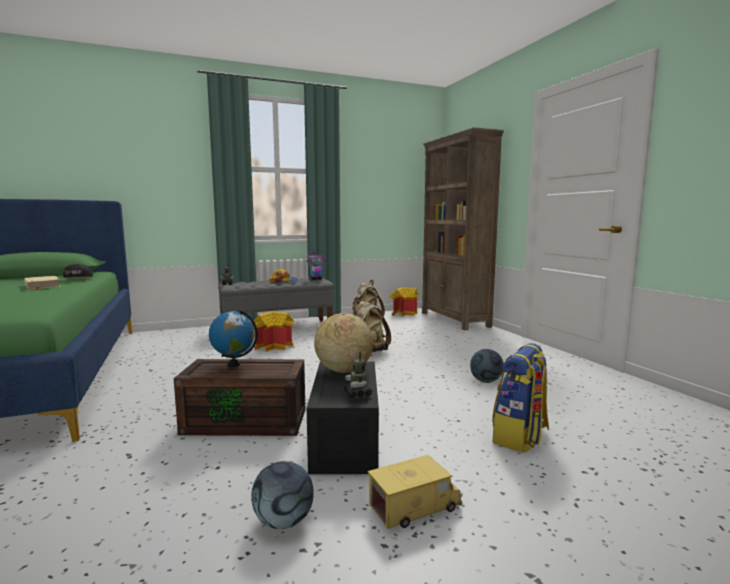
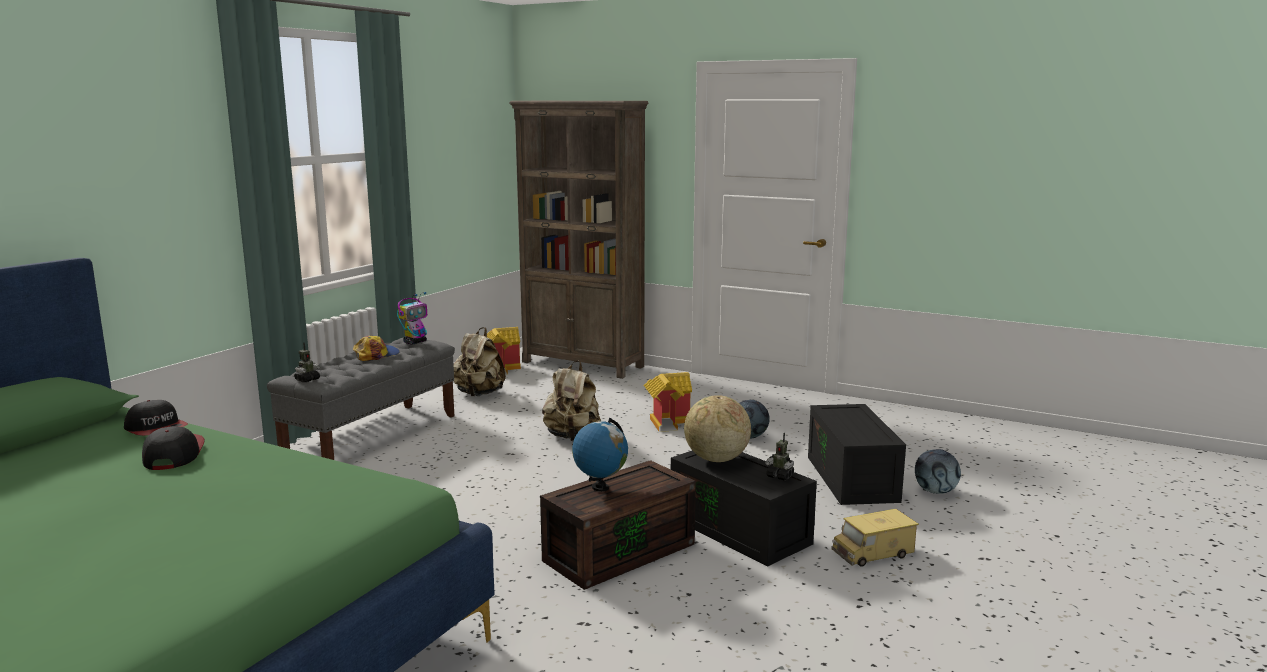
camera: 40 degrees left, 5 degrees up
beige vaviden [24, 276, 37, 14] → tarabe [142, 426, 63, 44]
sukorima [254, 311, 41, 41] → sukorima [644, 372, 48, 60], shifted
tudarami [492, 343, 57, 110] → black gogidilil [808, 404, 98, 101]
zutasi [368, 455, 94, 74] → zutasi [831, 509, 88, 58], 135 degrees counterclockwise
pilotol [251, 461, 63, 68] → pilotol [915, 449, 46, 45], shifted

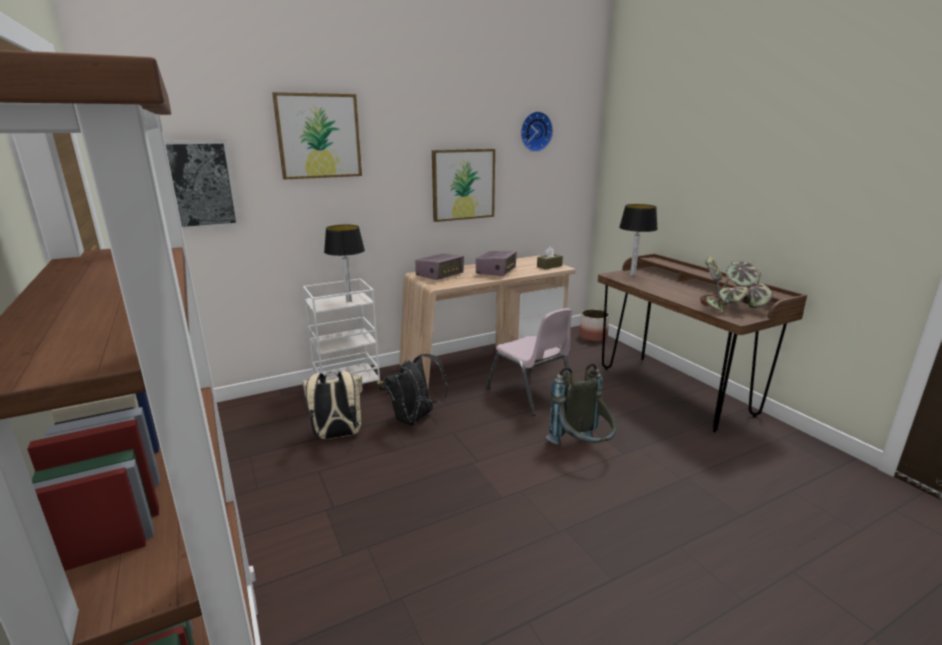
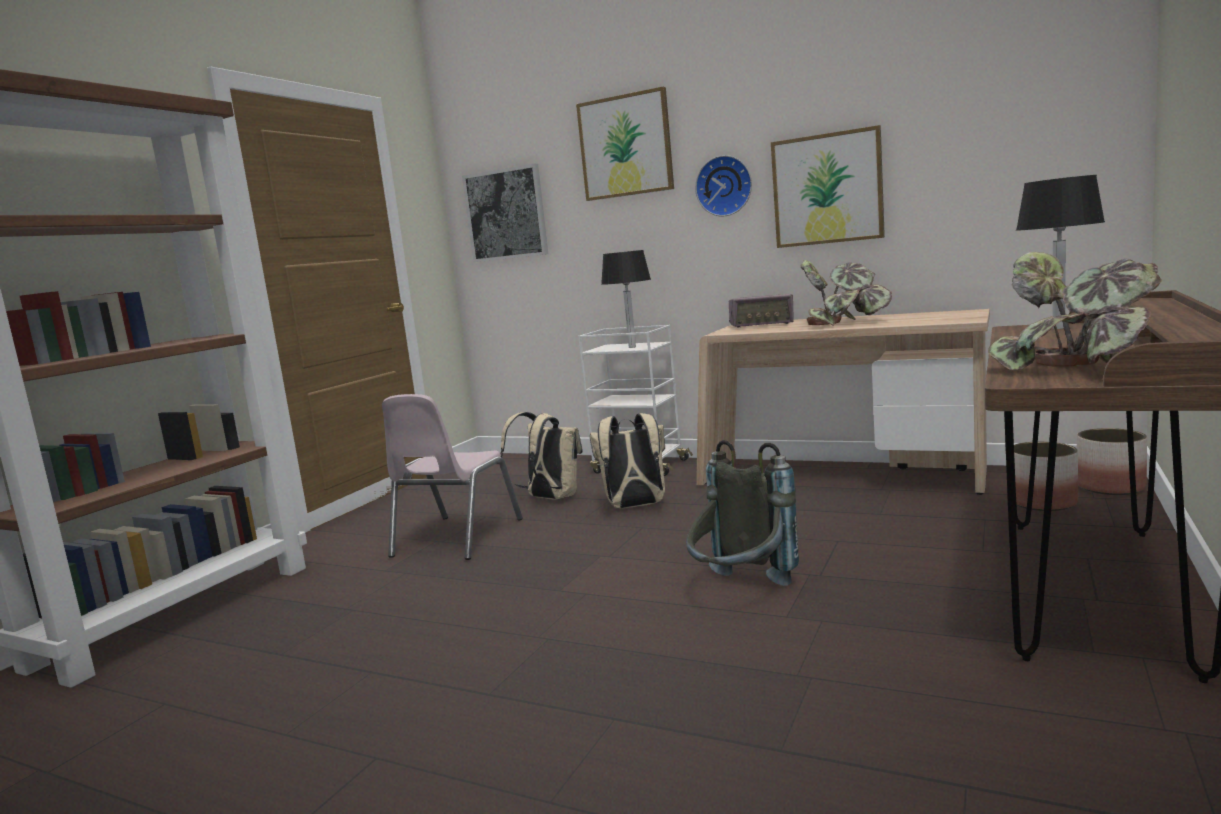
camera: 55 degrees right, 10 degrees down
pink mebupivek [486, 308, 86, 108] → pink mebupivek [382, 394, 141, 166], shifted
black tudarami [383, 354, 65, 71] → beige tudarami [589, 413, 76, 96]
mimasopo [521, 111, 32, 41] → mimasopo [695, 155, 57, 61], shifted
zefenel [476, 250, 41, 26] → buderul [801, 260, 91, 66]
- → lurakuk [1014, 442, 64, 69]
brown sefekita [537, 247, 26, 23] → -

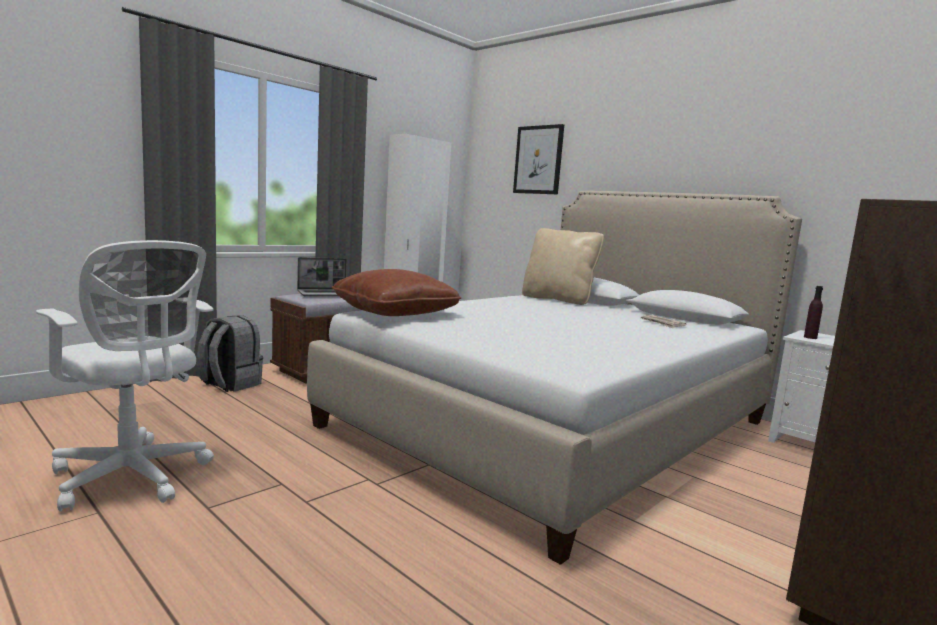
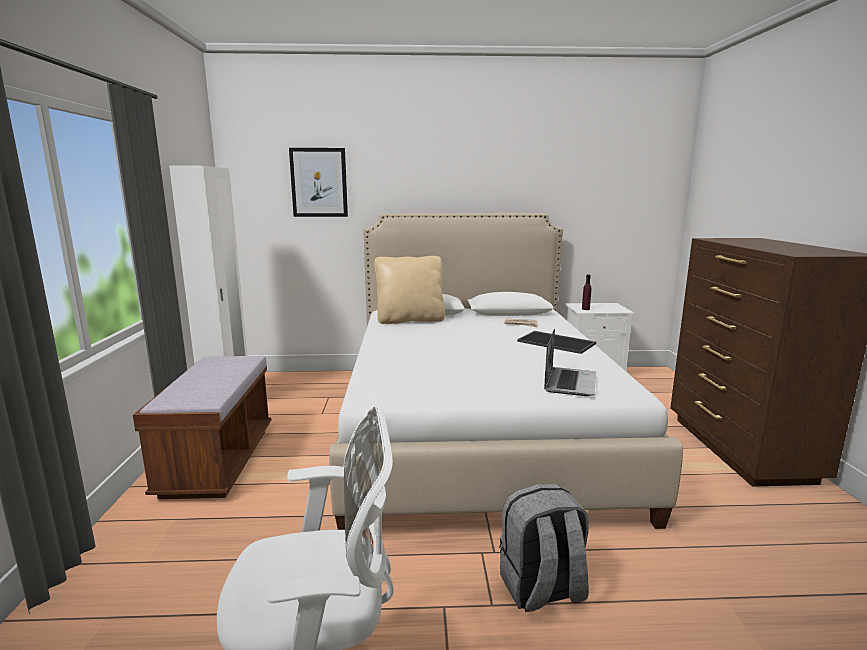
camera: 45 degrees left, 5 degrees up
grey tudarami [197, 315, 66, 77] → grey tudarami [499, 484, 90, 128], shifted
- → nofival [517, 331, 79, 23]
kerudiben [297, 257, 50, 40] → kerudiben [544, 328, 52, 68], shifted
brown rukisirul [332, 269, 129, 47] → -

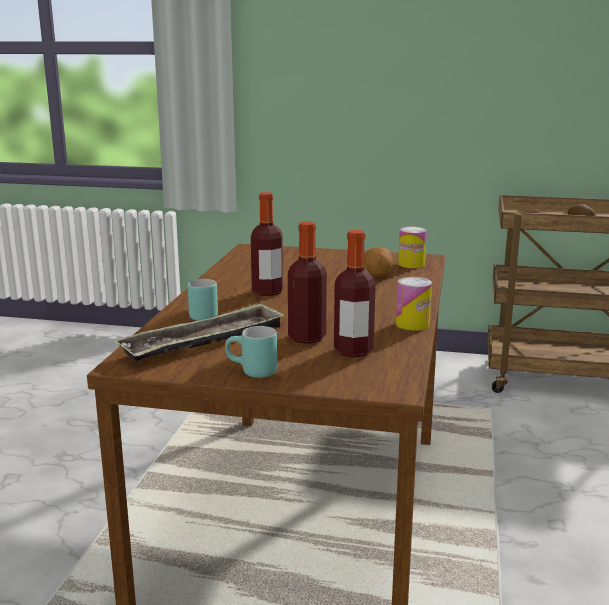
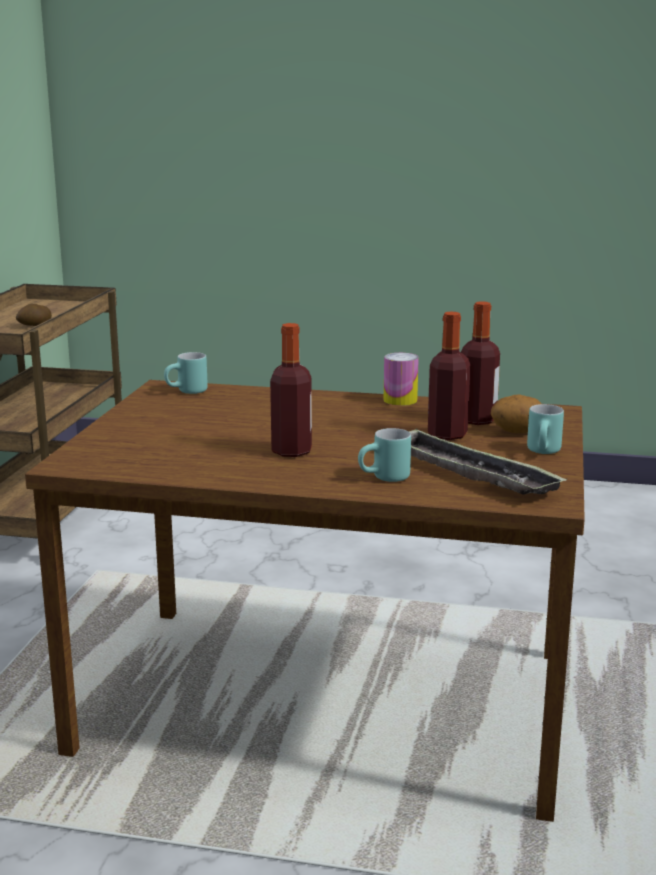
camera: 90 degrees left, 0 degrees up
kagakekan [398, 227, 29, 41] → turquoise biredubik [164, 352, 44, 42]
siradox [364, 247, 29, 30] → siradox [491, 394, 51, 40], shifted

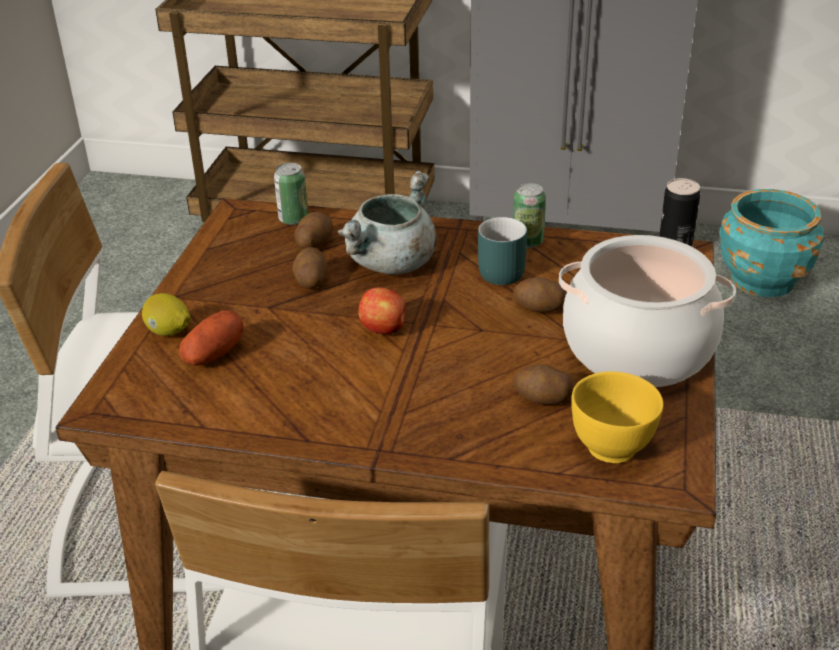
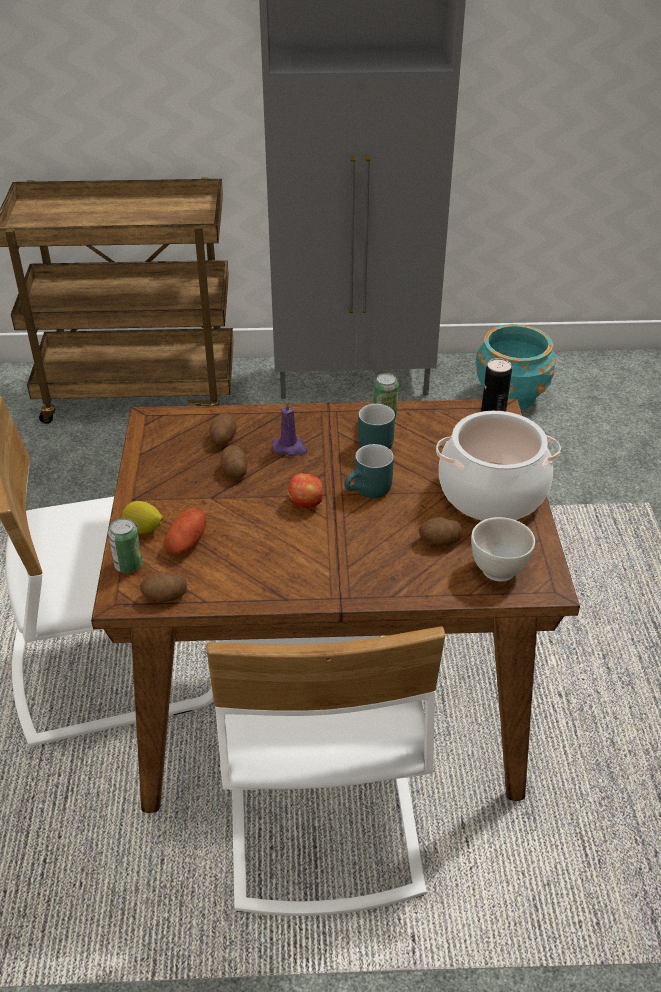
camera: 15 degrees left, 5 degrees up
kagakekan [274, 163, 34, 62] → kagakekan [108, 518, 35, 55], shifted
siradox [513, 277, 54, 35] → siradox [140, 572, 47, 30], shifted
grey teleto [338, 170, 99, 104] → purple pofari [272, 399, 36, 57]
- → turquoise biredubik [344, 444, 50, 54]
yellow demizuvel [572, 371, 91, 92] → white demizuvel [471, 517, 64, 65]

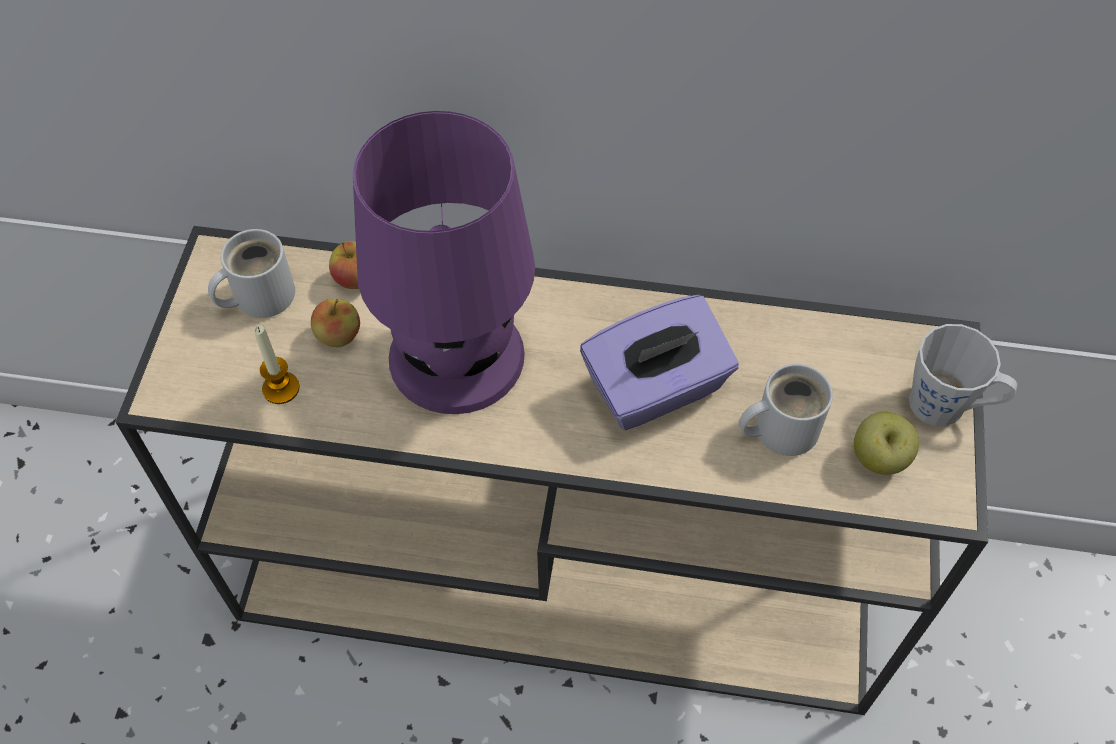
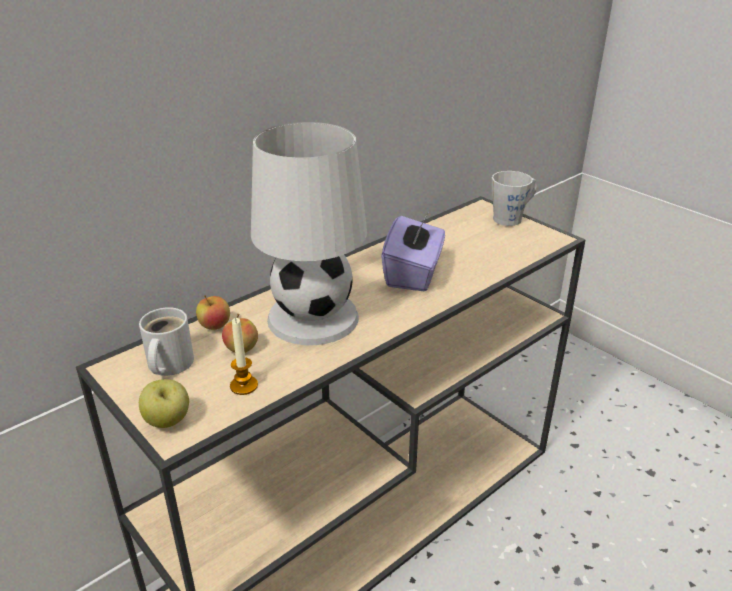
camera: 50 degrees left, 25 degrees down
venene [854, 412, 65, 62] → venene [139, 379, 50, 49], shifted
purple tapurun [353, 111, 182, 303] → white tapurun [251, 122, 116, 223]
white biredubik [739, 364, 94, 92] → -

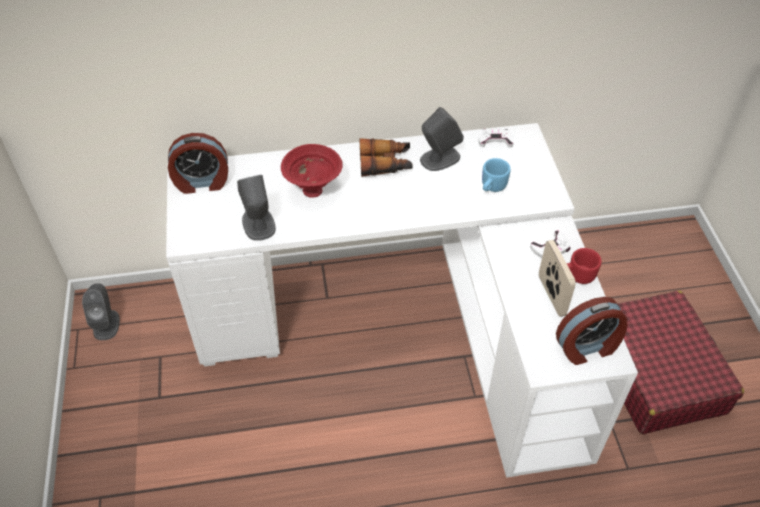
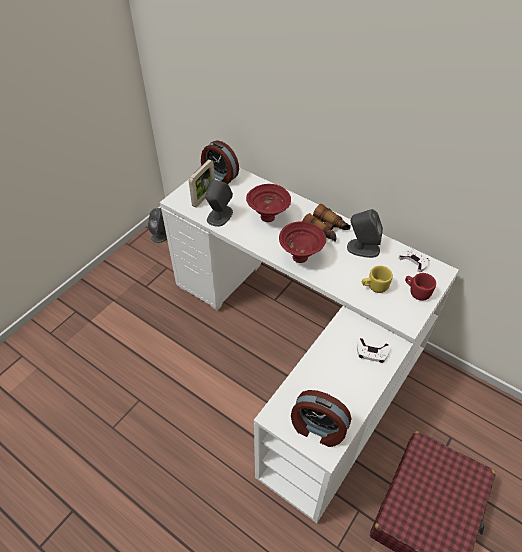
camera: 45 degrees right, 0 degrees up
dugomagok [539, 240, 37, 77] → dugomagok [189, 159, 26, 49], shifted
- → red demizuvel [279, 221, 47, 42]
blue biredubik [482, 158, 29, 34] → yellow biredubik [362, 266, 31, 27]
red biredubik [567, 248, 35, 36] → red biredubik [405, 273, 31, 28], shifted

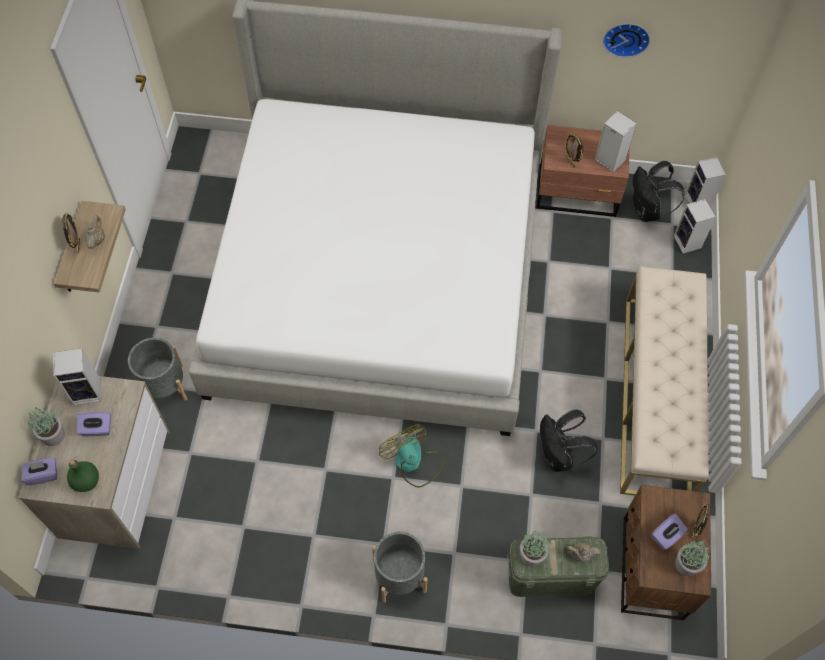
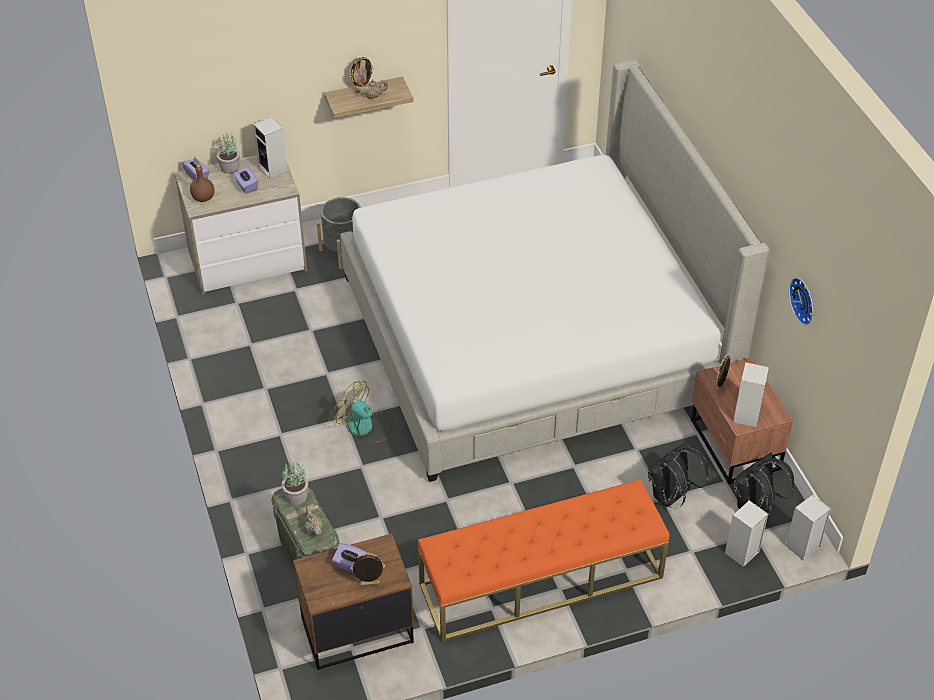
camera: 65 degrees right, 15 degrees down
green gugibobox [67, 460, 32, 32] → brown gugibobox [190, 165, 24, 37]
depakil [379, 424, 65, 63] → depakil [333, 381, 60, 62], 90 degrees counterclockwise
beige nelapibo [620, 266, 89, 230] → orange nelapibo [418, 479, 251, 163]
black tudarami [540, 409, 58, 63] → black tudarami [648, 442, 61, 65], shifted
grey lurakuk [372, 532, 56, 71] → -
buderul [675, 540, 35, 36] → -

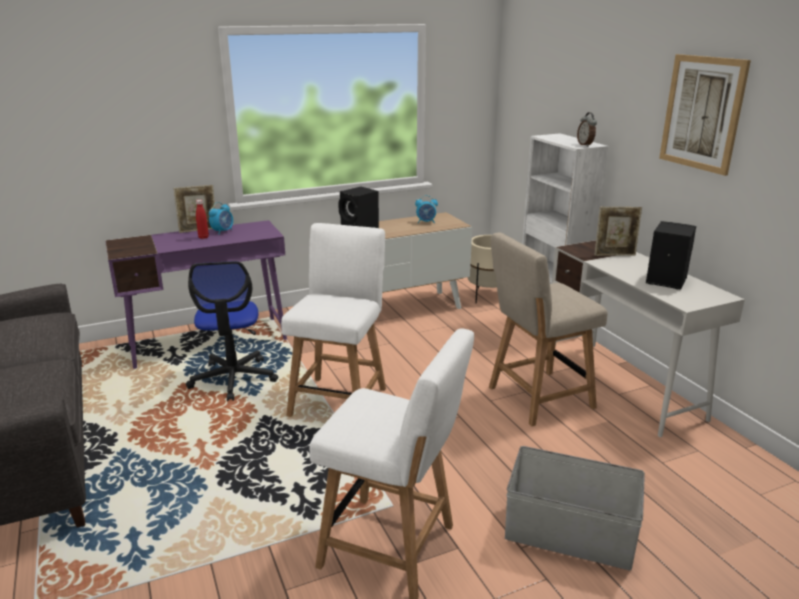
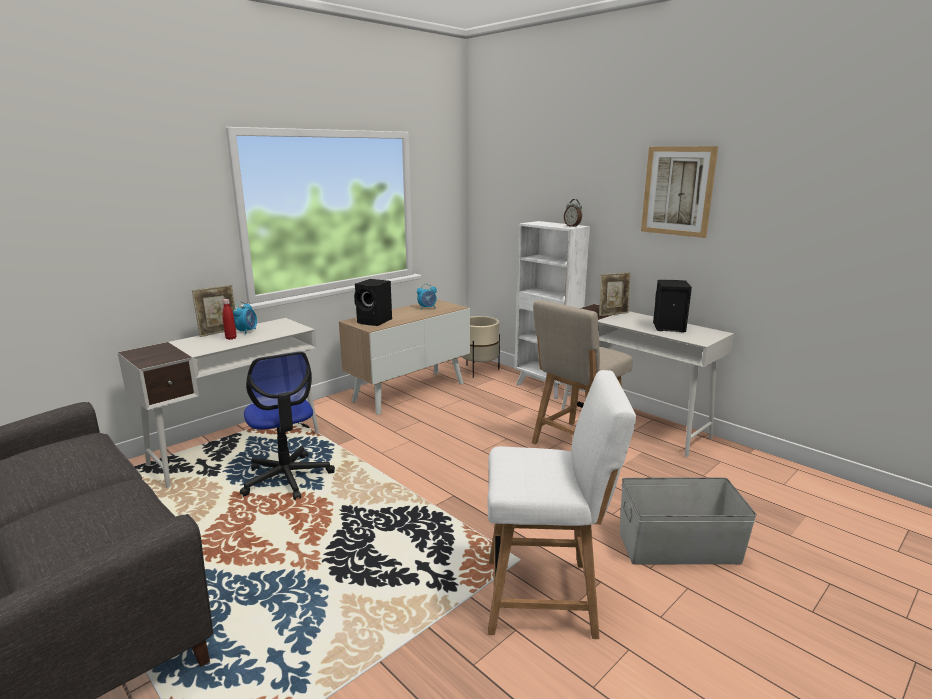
camera: 20 degrees left, 5 degrees down
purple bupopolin [105, 220, 182, 149] → white bupopolin [117, 318, 202, 170]
white mebupivek [281, 223, 105, 194] → -

